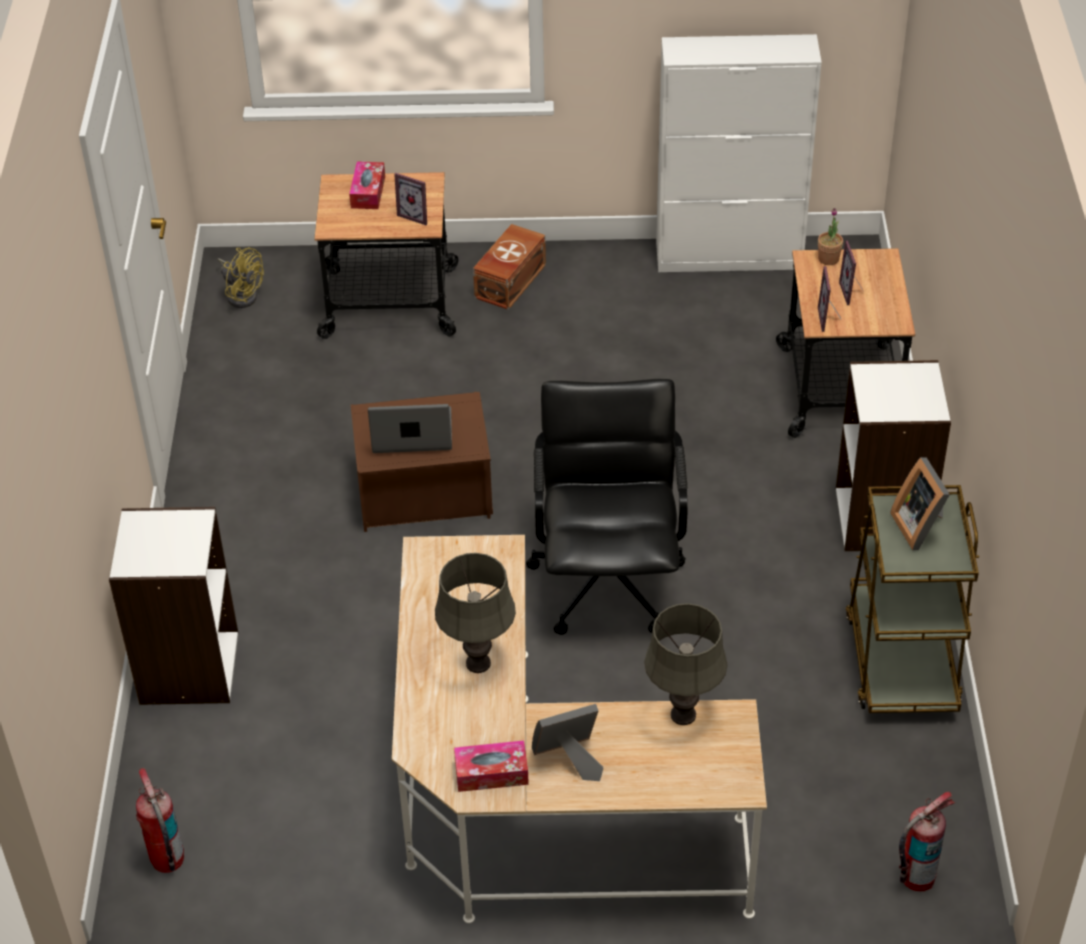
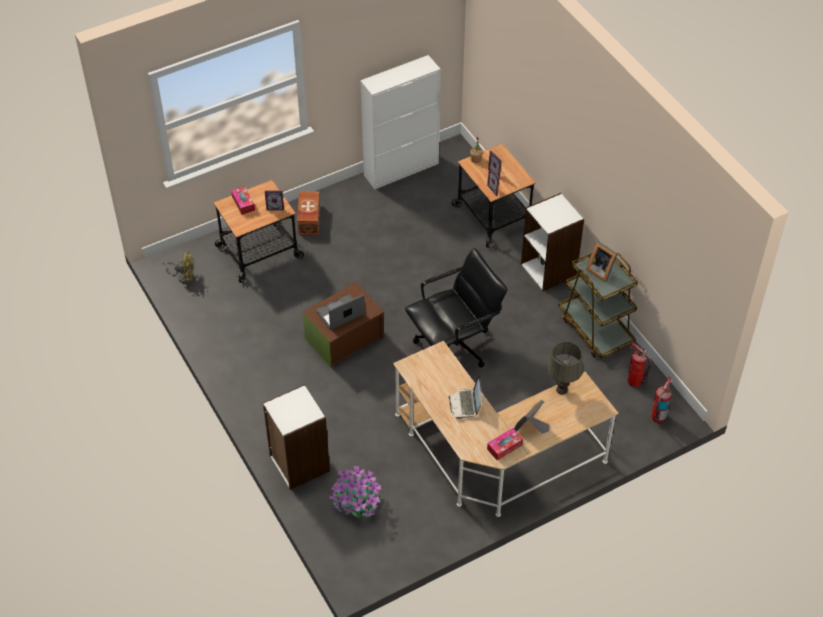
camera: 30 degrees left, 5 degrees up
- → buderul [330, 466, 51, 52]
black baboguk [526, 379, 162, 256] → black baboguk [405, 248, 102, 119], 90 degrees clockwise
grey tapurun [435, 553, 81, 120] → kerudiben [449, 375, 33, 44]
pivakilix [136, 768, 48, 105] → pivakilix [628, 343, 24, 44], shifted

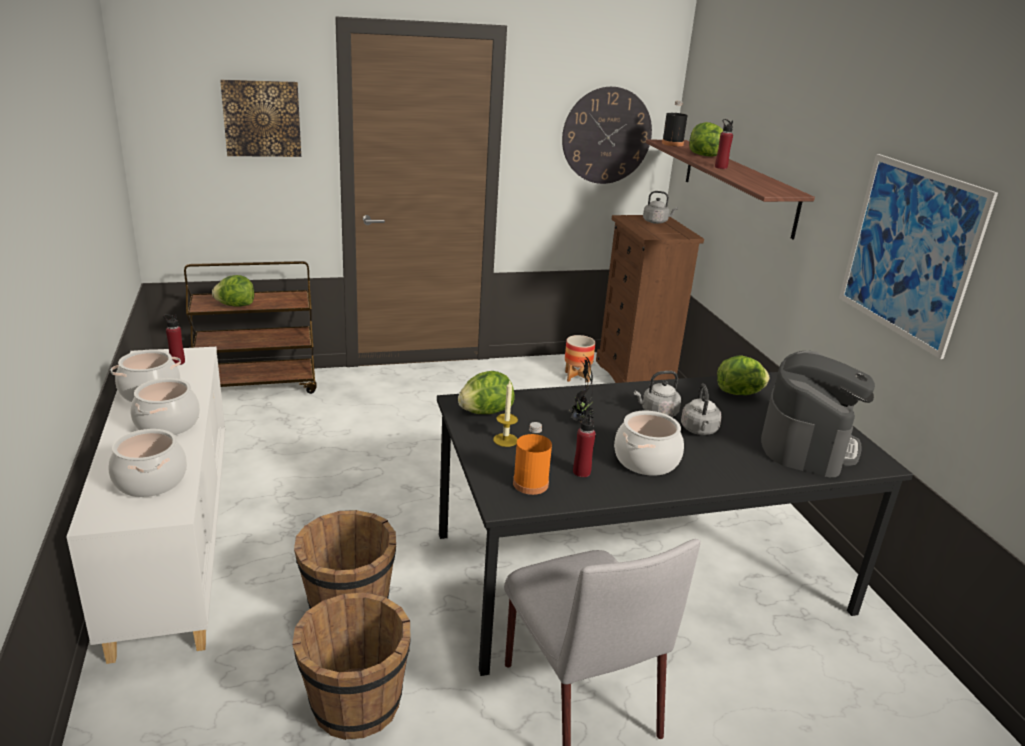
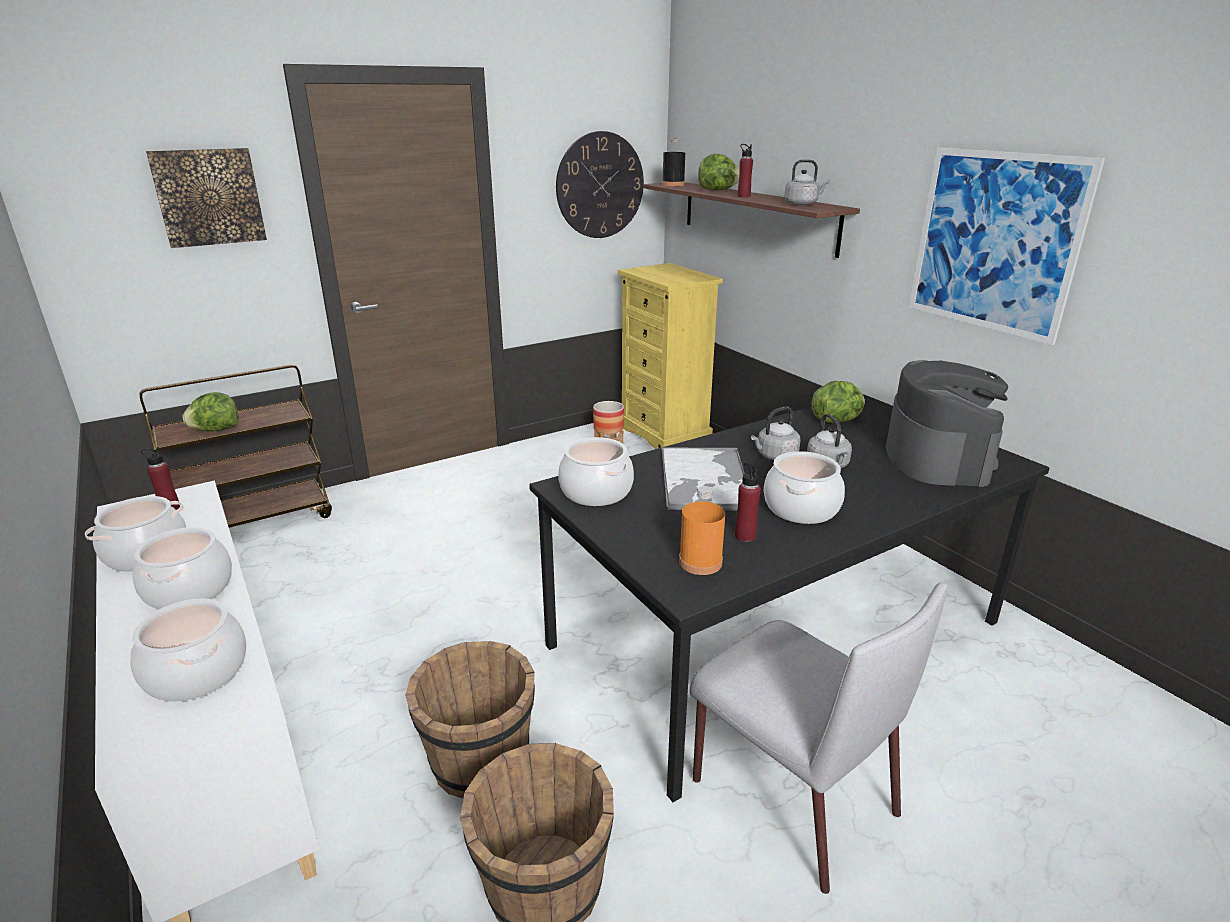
camera: 15 degrees left, 0 degrees up
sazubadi [458, 371, 56, 43] → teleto [558, 437, 76, 69]
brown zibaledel [596, 215, 108, 168] → yellow zibaledel [618, 263, 105, 186]
buderul [571, 356, 23, 66] → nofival [661, 448, 83, 63]
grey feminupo [643, 191, 35, 33] → grey feminupo [784, 159, 46, 46], shifted
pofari [493, 381, 25, 66] → -

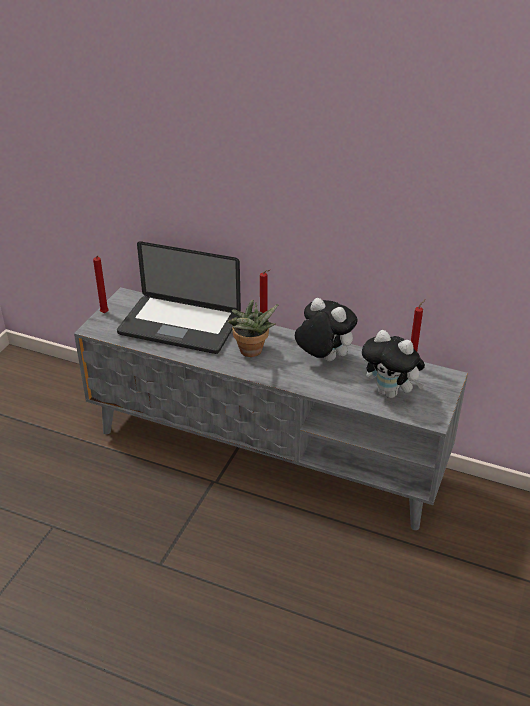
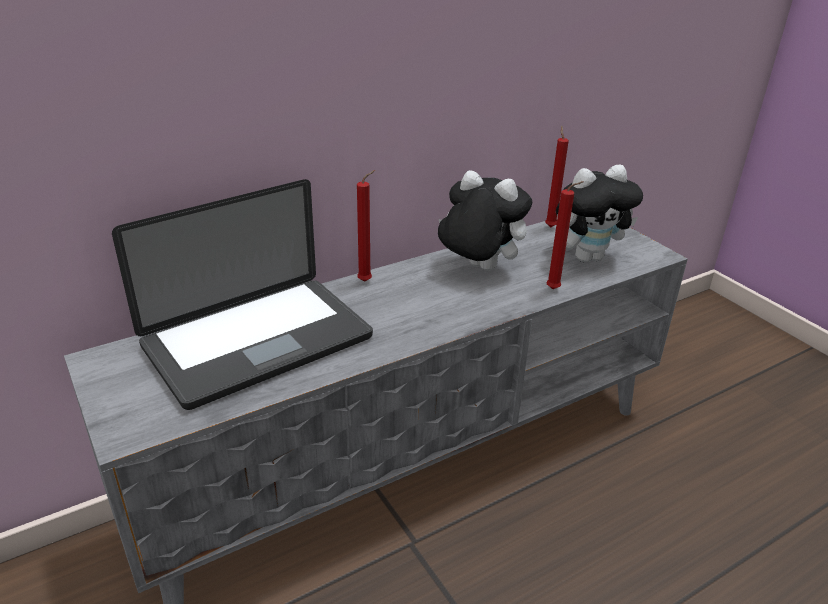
camera: 55 degrees left, 5 degrees down
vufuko [295, 298, 63, 63] → vufuko [438, 170, 94, 101], 45 degrees clockwise
red pofari [93, 256, 16, 57] → red pofari [547, 181, 36, 108], shifted
buderul [228, 300, 51, 57] → -

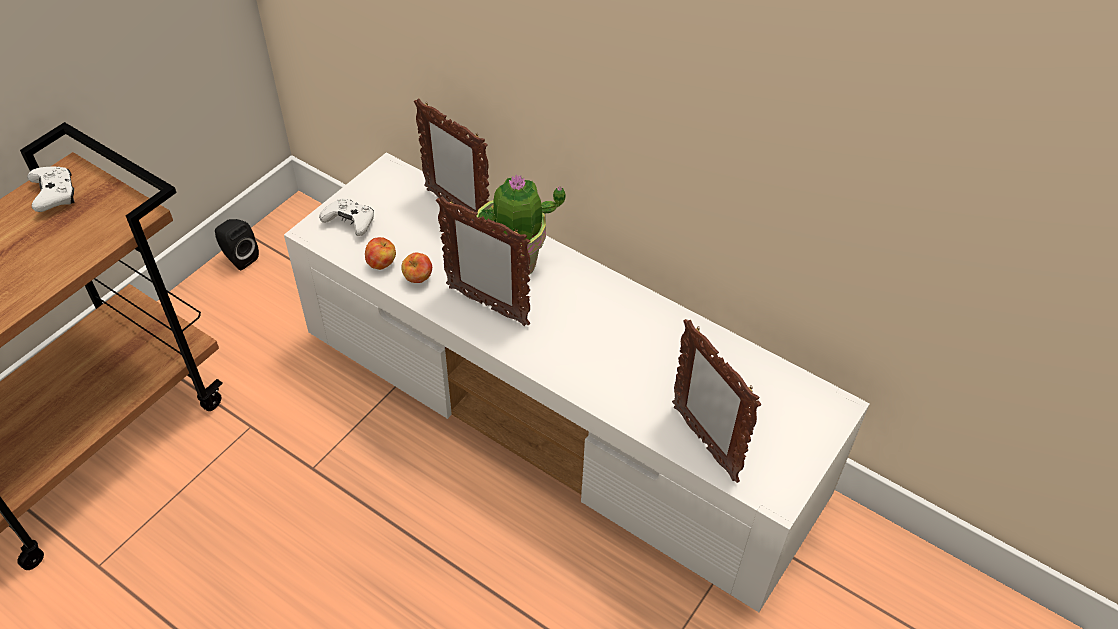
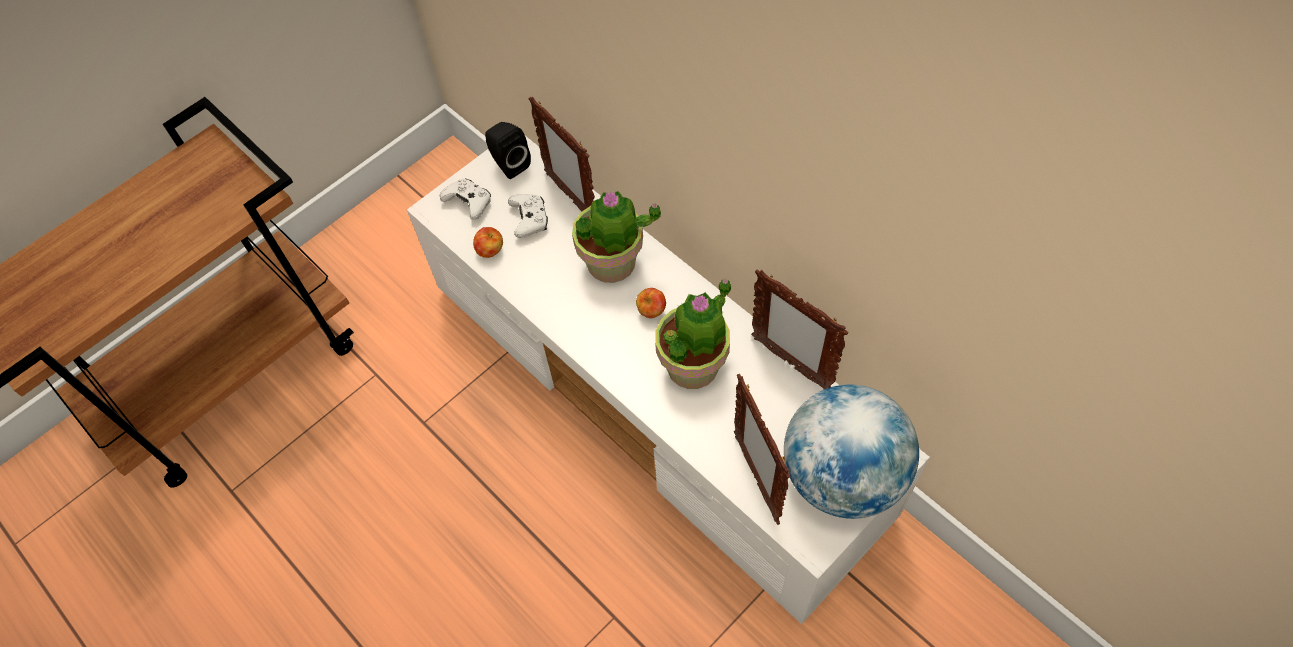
camera: 15 degrees right, 10 degrees up
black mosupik [215, 219, 44, 51] → black mosupik [485, 122, 46, 57], shifted
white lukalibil [27, 167, 48, 45] → white lukalibil [508, 194, 40, 44], shifted
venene [401, 253, 31, 30] → venene [636, 288, 30, 30], shifted
- → buderul [655, 279, 76, 110]
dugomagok [436, 197, 94, 129] → dugomagok [751, 270, 98, 119], shifted
- → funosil [784, 385, 135, 134]

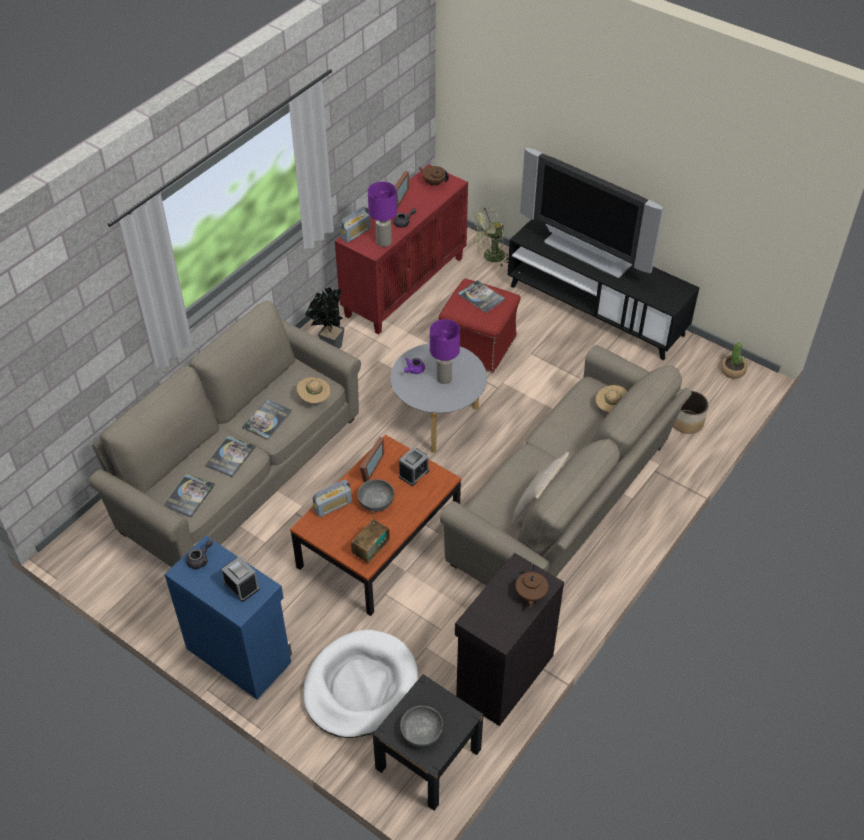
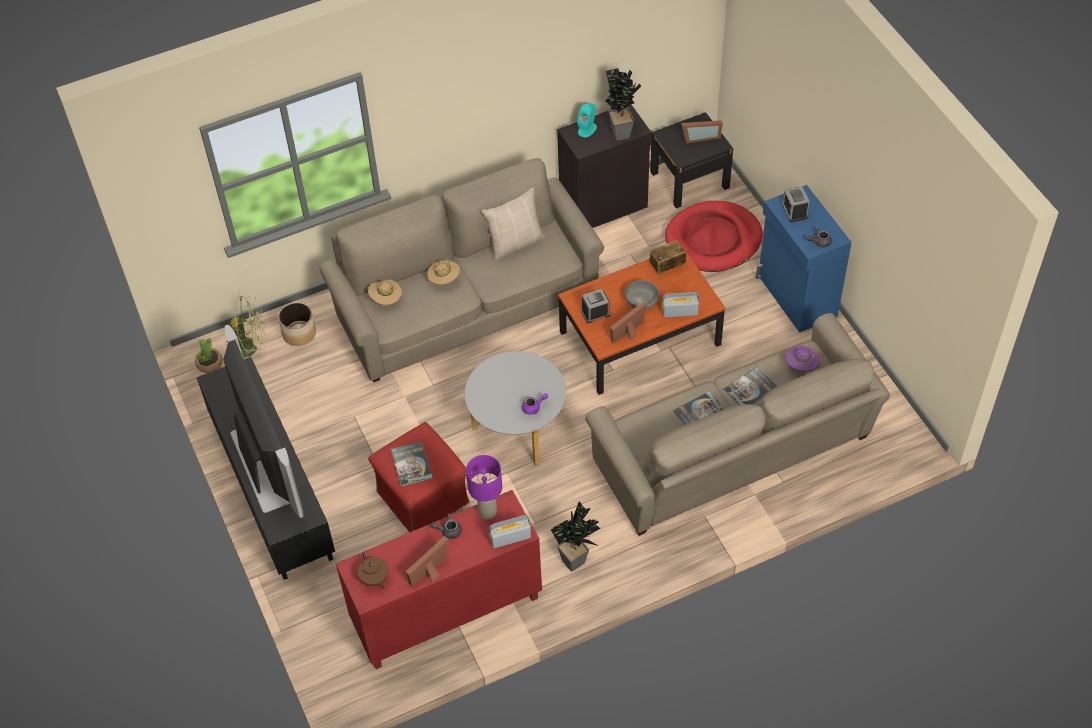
camera: 150 degrees left, 5 degrees up
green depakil [469, 207, 40, 60] → green depakil [226, 296, 40, 62], shifted
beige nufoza [297, 377, 34, 27] → beige nufoza [427, 260, 33, 25], shifted
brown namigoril [516, 564, 32, 43] → turquoise mosupik [577, 103, 20, 34]
- → buderul [605, 68, 36, 73]
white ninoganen [303, 630, 115, 108] → red ninoganen [665, 201, 98, 71]
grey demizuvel [400, 706, 43, 41] → dugomagok [681, 120, 42, 24]
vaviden [164, 474, 51, 43] → purple nufoza [785, 346, 35, 26]
purple tapurun [430, 319, 30, 65] → -

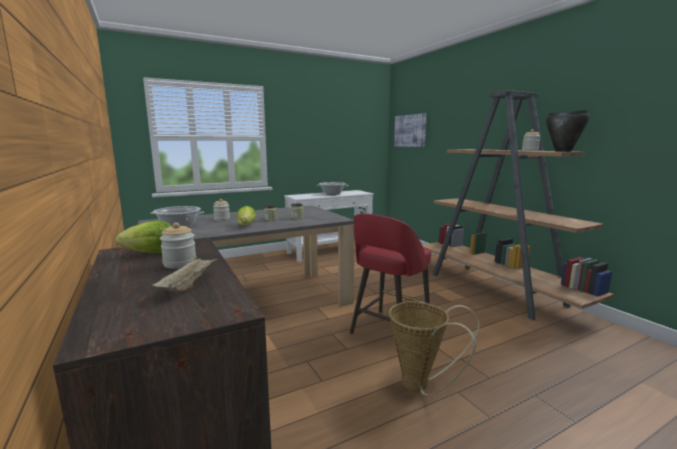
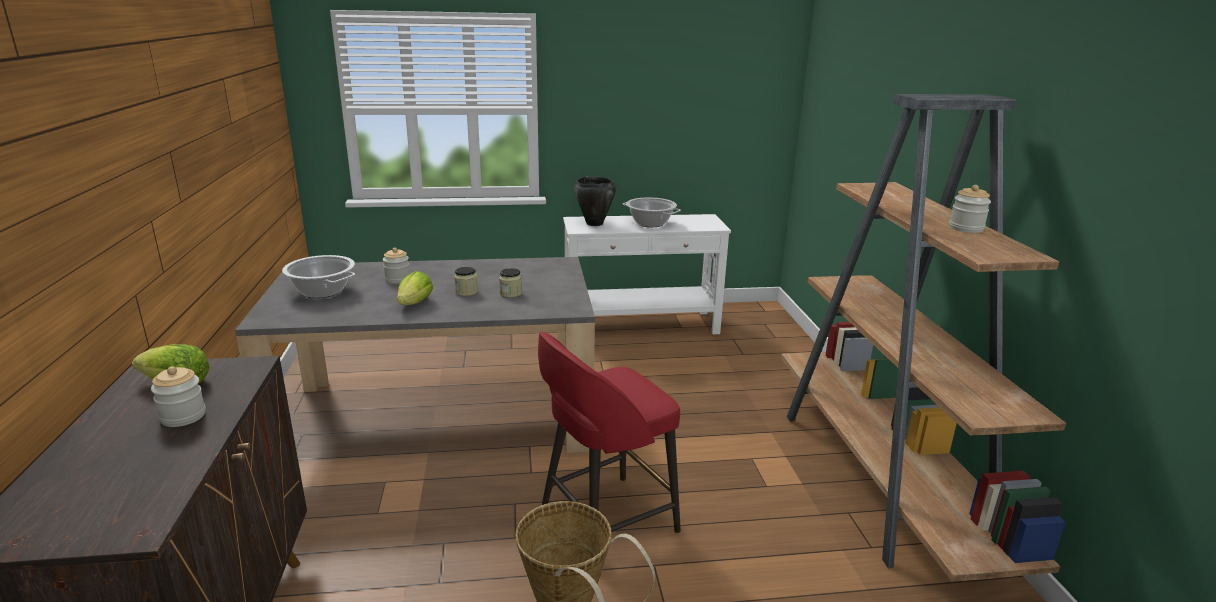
camera: 20 degrees right, 10 degrees up
black teleto [546, 110, 44, 42] → black teleto [574, 176, 42, 50], shifted
beige nofival [152, 257, 66, 35] → -
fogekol [394, 113, 33, 34] → -

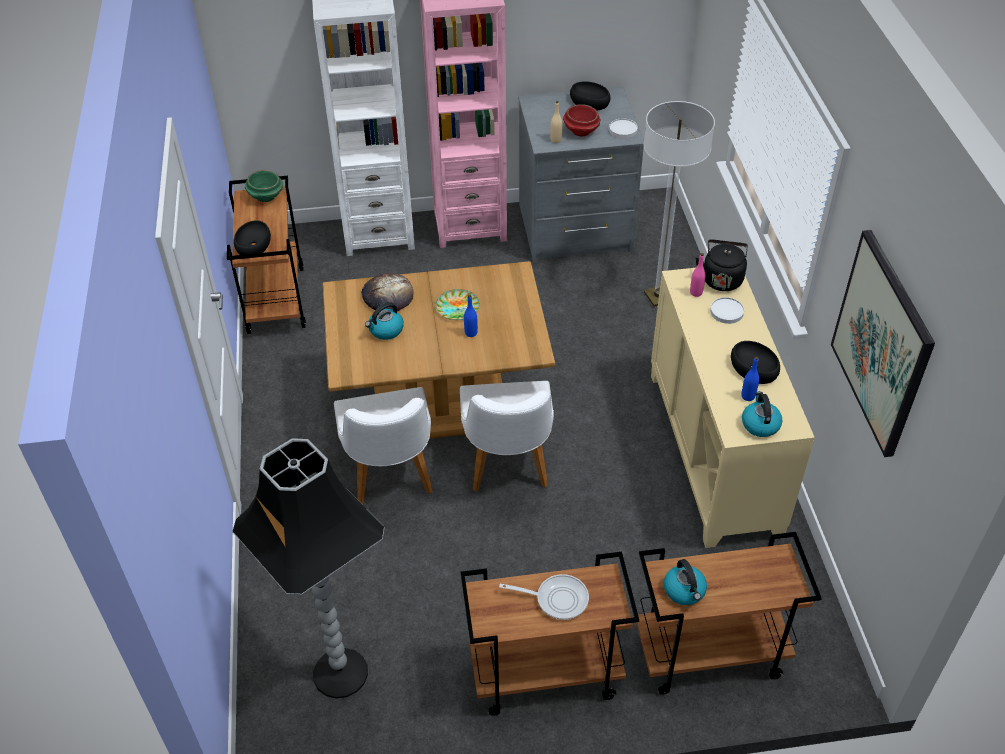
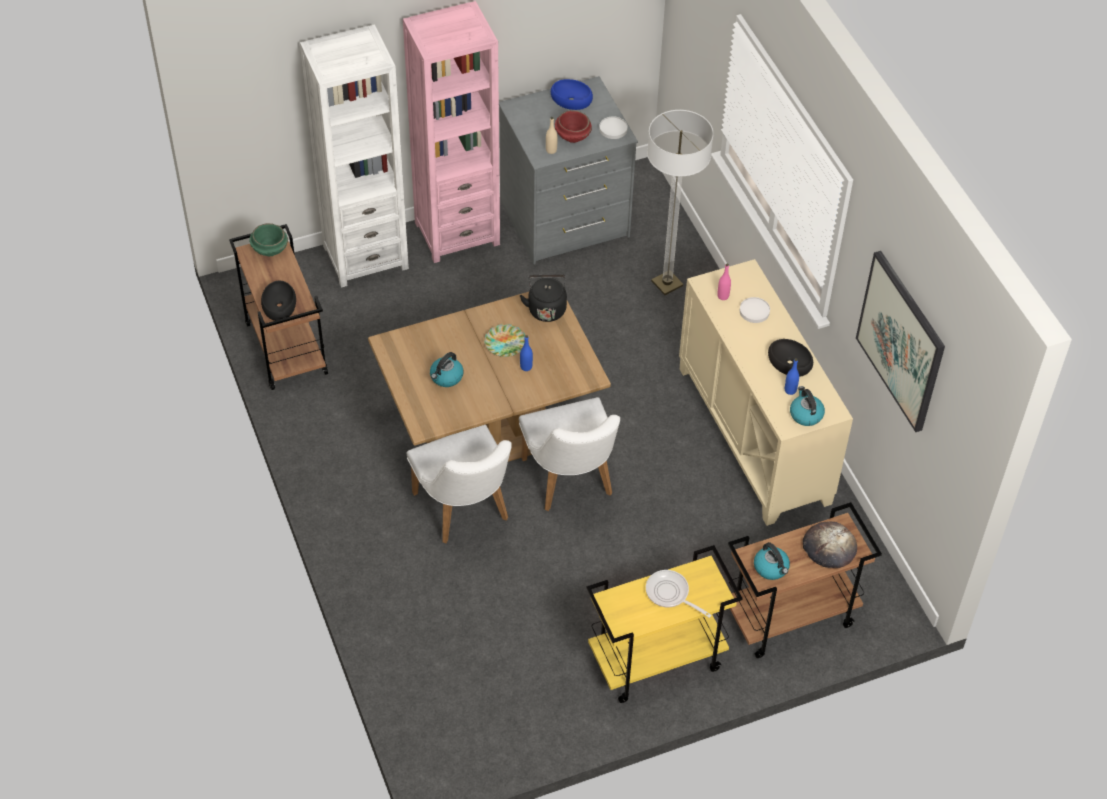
camera: 15 degrees left, 5 degrees up
black feminupo [695, 239, 53, 52] → black feminupo [520, 274, 47, 48], shifted
black demizuvel [570, 81, 40, 29] → blue demizuvel [551, 79, 42, 31]
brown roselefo [461, 552, 178, 164] → yellow roselefo [586, 545, 157, 158]
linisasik [499, 574, 90, 46] → linisasik [646, 570, 65, 48], 135 degrees counterclockwise
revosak [362, 273, 52, 38] → revosak [803, 521, 54, 47], shifted
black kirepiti [232, 438, 153, 260] → -

